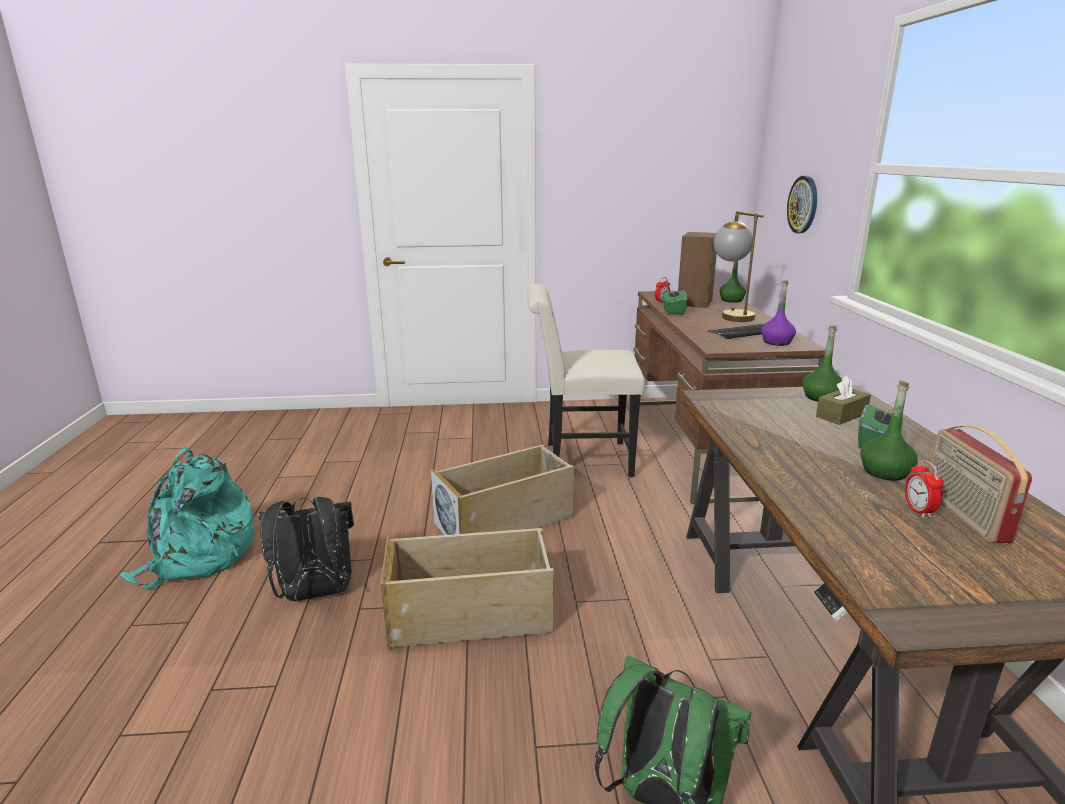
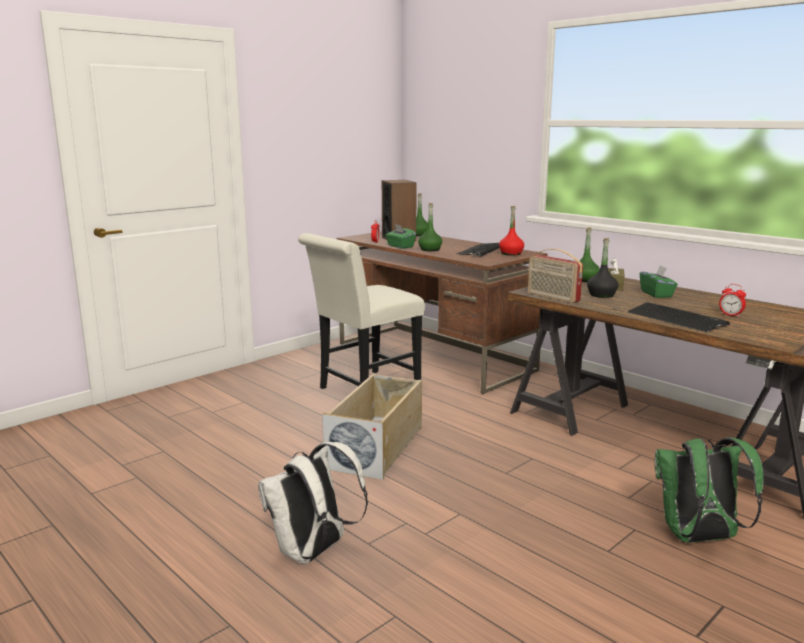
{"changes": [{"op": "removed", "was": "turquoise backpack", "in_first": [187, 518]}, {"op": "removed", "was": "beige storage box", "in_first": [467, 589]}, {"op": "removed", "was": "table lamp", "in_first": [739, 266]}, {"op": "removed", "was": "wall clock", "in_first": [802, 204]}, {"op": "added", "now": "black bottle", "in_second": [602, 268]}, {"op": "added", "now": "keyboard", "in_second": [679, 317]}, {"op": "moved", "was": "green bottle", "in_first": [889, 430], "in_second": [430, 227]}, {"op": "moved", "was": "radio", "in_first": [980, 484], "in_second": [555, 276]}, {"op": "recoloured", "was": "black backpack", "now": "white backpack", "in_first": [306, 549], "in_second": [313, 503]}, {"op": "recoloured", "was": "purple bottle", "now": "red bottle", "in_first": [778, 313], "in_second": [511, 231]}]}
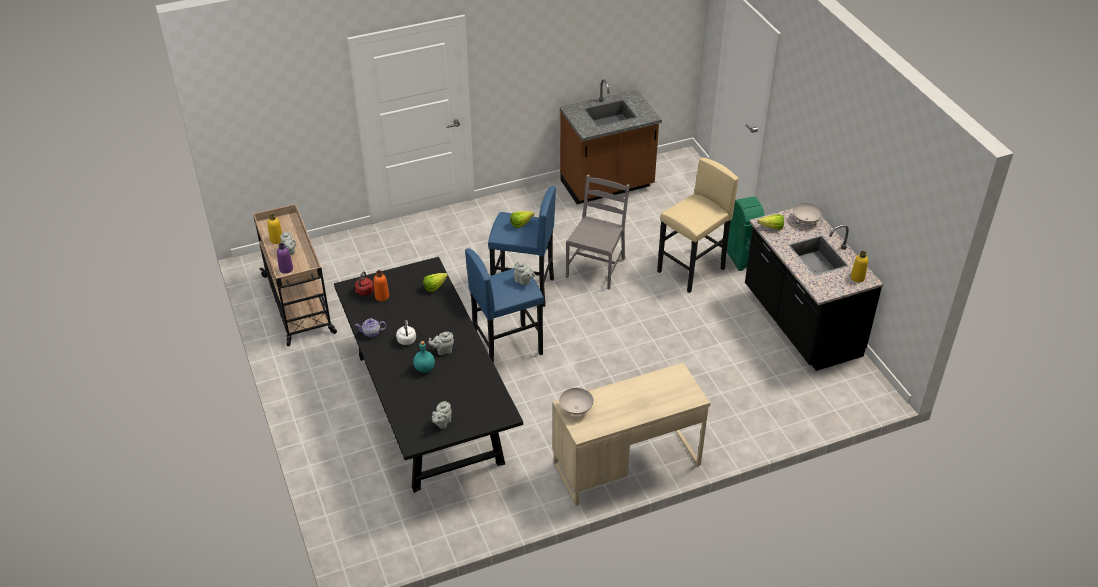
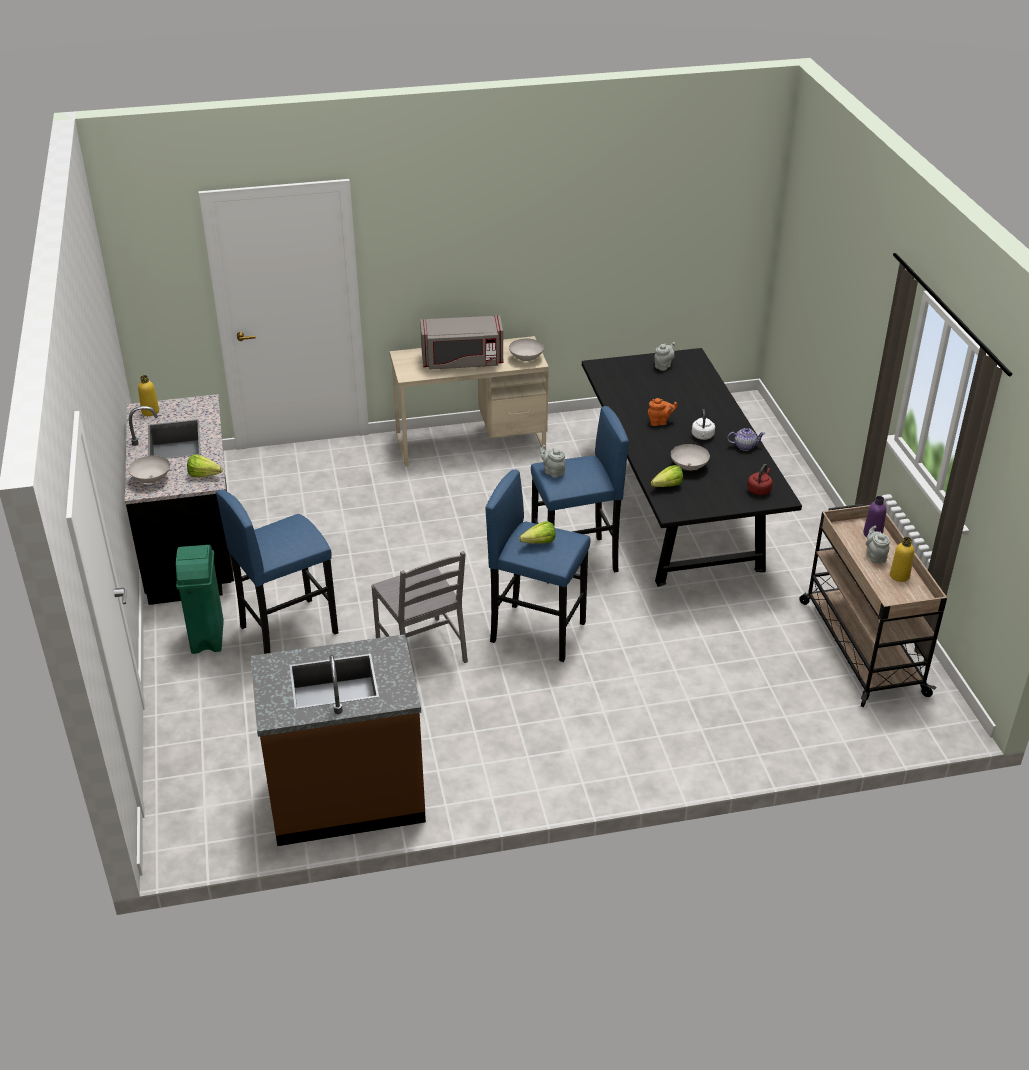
{"changes": [{"op": "removed", "was": "orange bottle", "in_first": [381, 285]}, {"op": "removed", "was": "turquoise bottle", "in_first": [424, 357]}, {"op": "added", "now": "grey microwave", "in_second": [461, 342]}, {"op": "added", "now": "white bowl", "in_second": [690, 457]}, {"op": "recoloured", "was": "grey teapot", "now": "orange teapot", "in_first": [441, 343], "in_second": [663, 412]}, {"op": "recoloured", "was": "beige stool", "now": "blue stool", "in_first": [698, 225], "in_second": [277, 572]}, {"op": "turned", "was": "grey chair", "in_first": [598, 232], "in_second": [419, 607], "clockwise": -60}]}
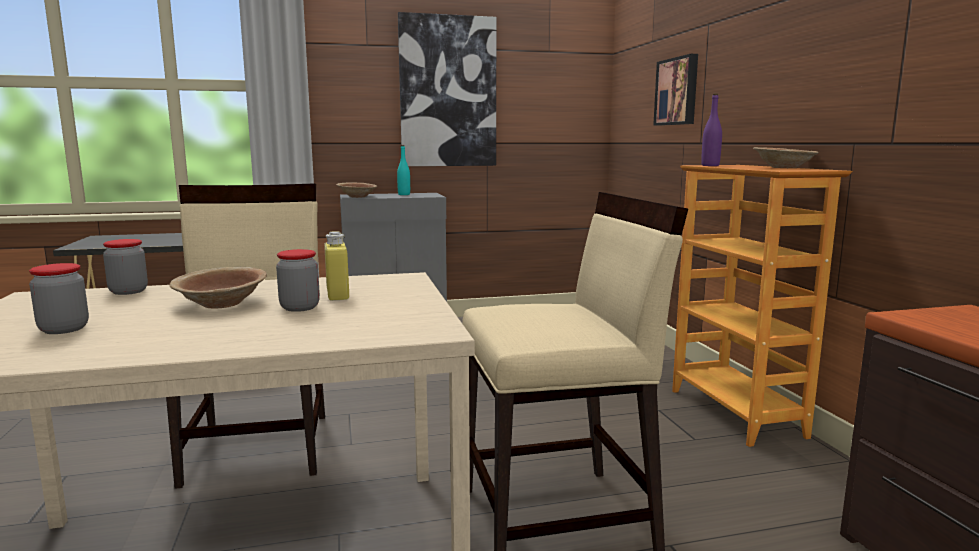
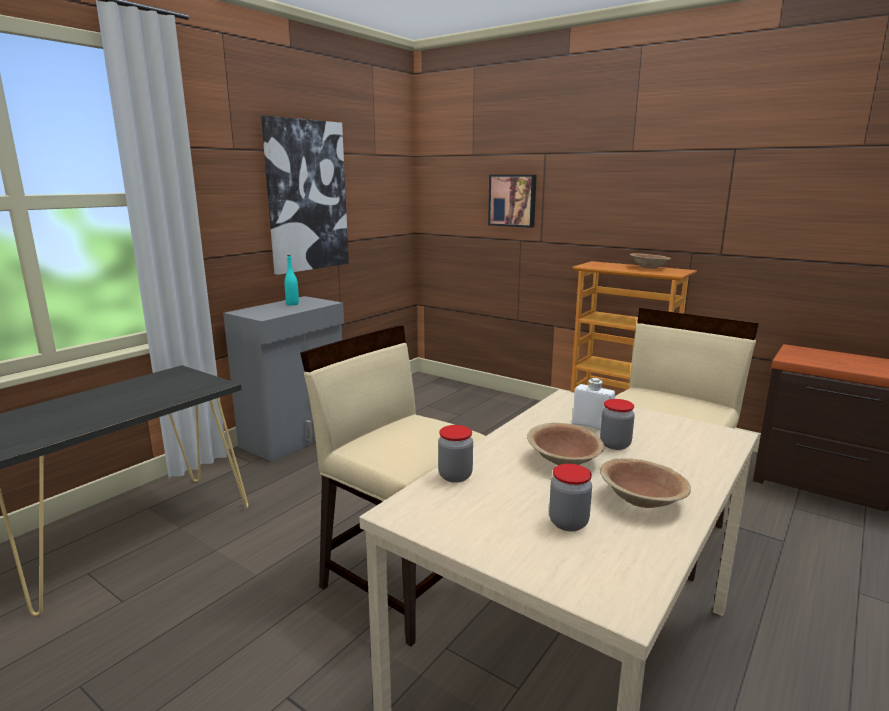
{"changes": [{"op": "removed", "was": "purple bottle", "in_first": [711, 130]}, {"op": "moved", "was": "brown bowl", "in_first": [356, 190], "in_second": [645, 483]}, {"op": "recoloured", "was": "yellow bottle", "now": "white bottle", "in_first": [336, 266], "in_second": [593, 404]}]}
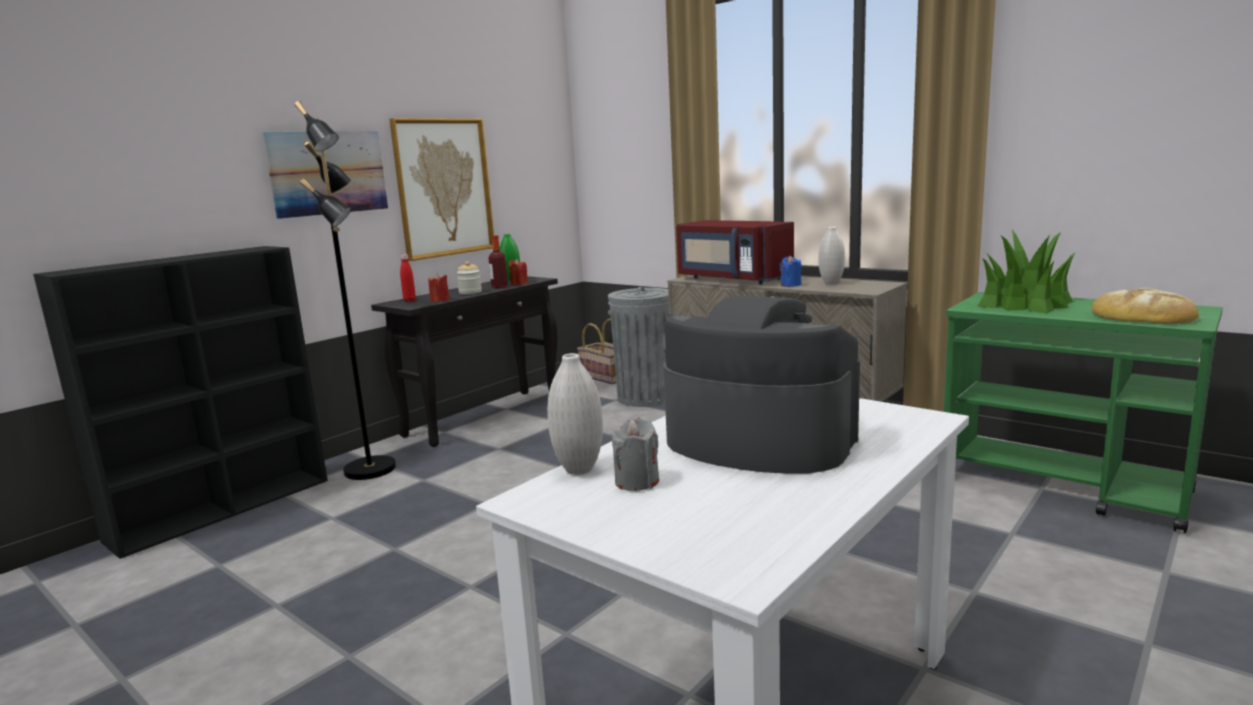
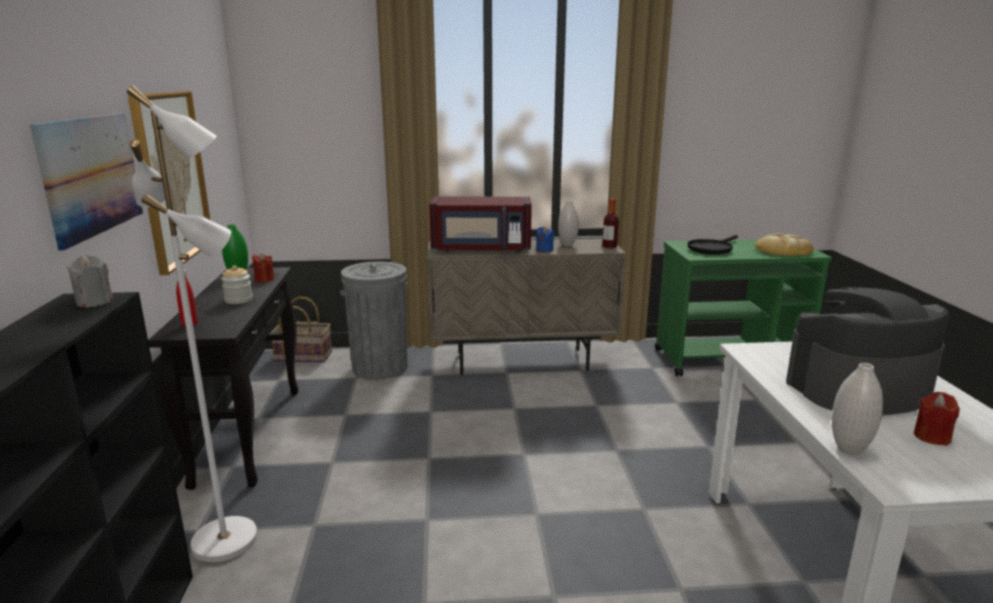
{"changes": [{"op": "moved", "was": "red candle", "in_first": [439, 287], "in_second": [937, 419]}, {"op": "moved", "was": "bottle", "in_first": [498, 261], "in_second": [610, 223]}, {"op": "moved", "was": "grey candle", "in_first": [635, 454], "in_second": [90, 281]}, {"op": "replaced", "was": "potted plant", "now": "black frying pan", "in_first": [1026, 271], "in_second": [713, 245]}, {"op": "recoloured", "was": "black floor lamp", "now": "white floor lamp", "in_first": [345, 290], "in_second": [192, 324]}]}
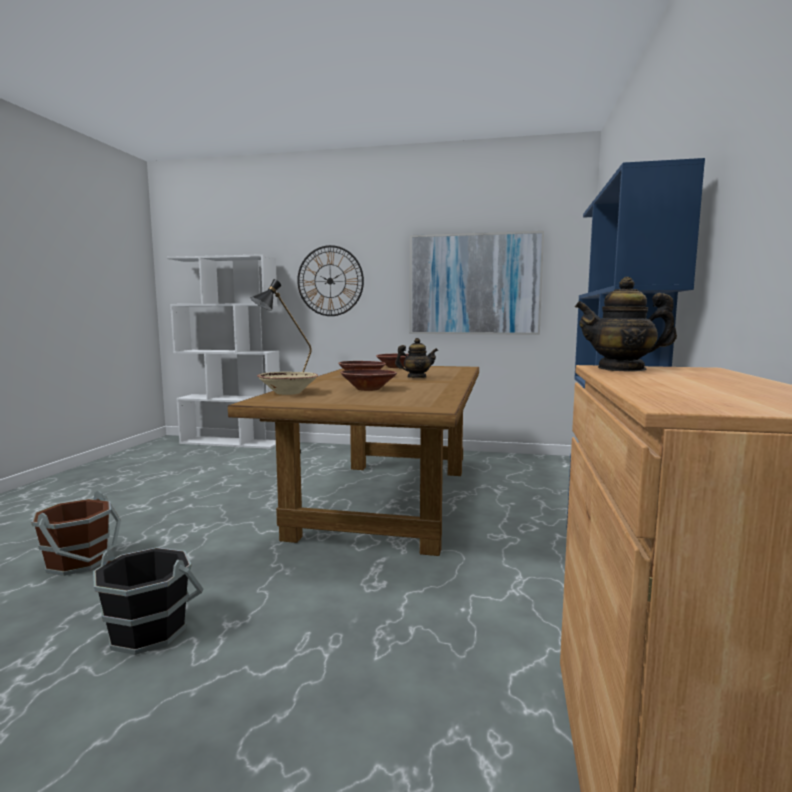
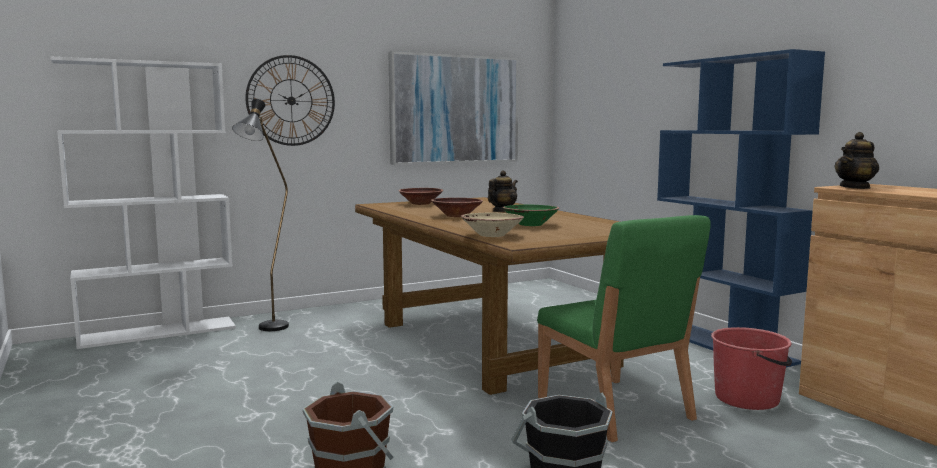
{"changes": [{"op": "added", "now": "green chair", "in_second": [624, 328]}, {"op": "added", "now": "red bucket", "in_second": [751, 368]}, {"op": "recoloured", "was": "brown bowl", "now": "green bowl", "in_first": [368, 380], "in_second": [530, 215]}]}
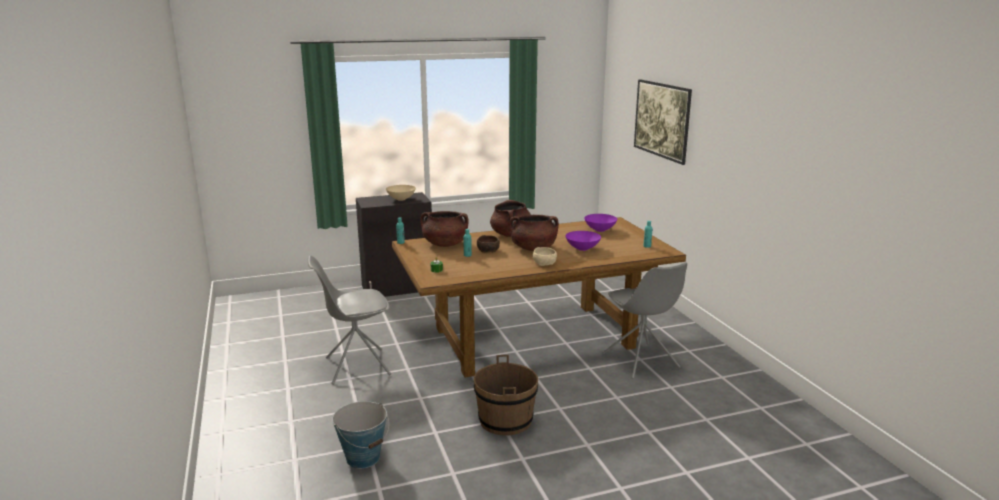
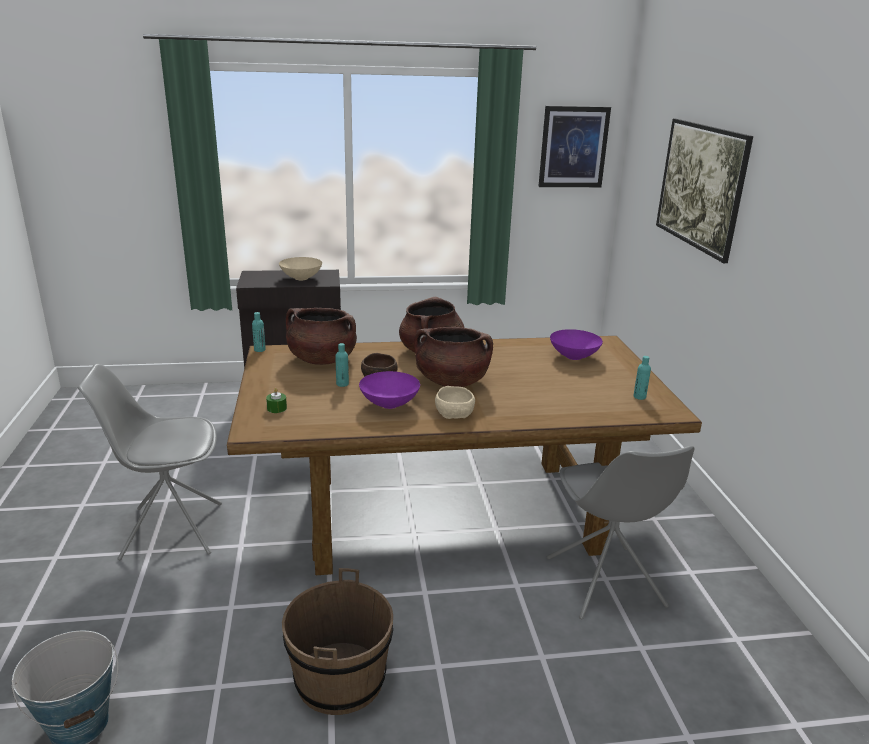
{"changes": [{"op": "added", "now": "picture", "in_second": [574, 146]}, {"op": "moved", "was": "purple bowl", "in_first": [583, 241], "in_second": [389, 390]}]}
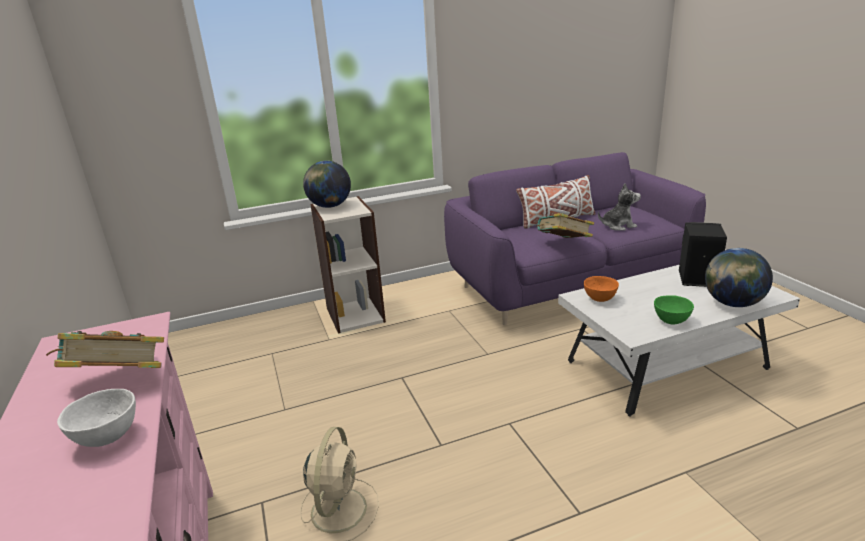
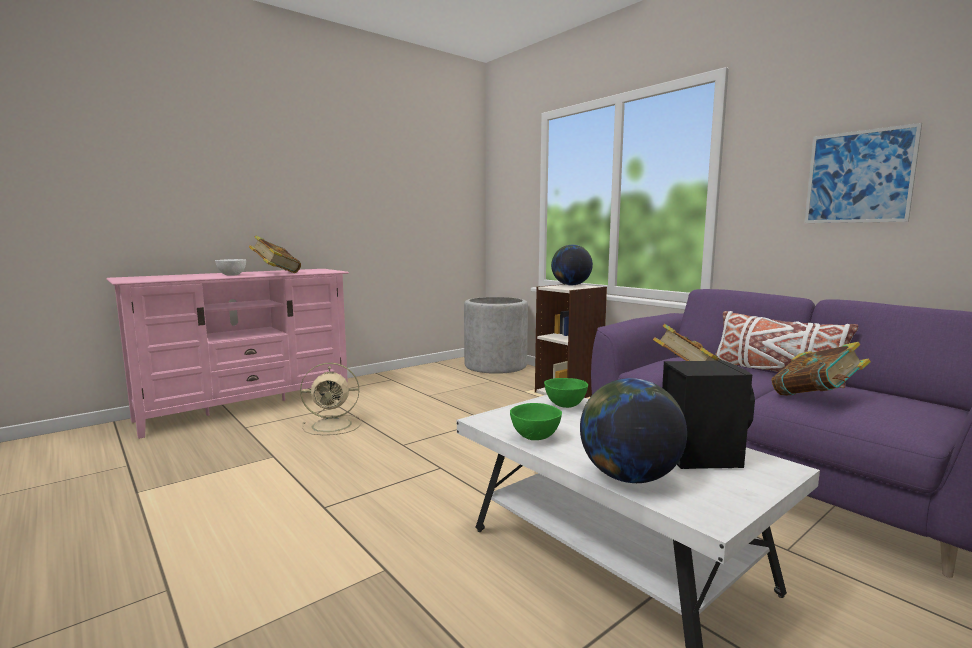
{"changes": [{"op": "added", "now": "grey planter", "in_second": [496, 335]}, {"op": "added", "now": "picture", "in_second": [863, 173]}, {"op": "replaced", "was": "plush toy", "now": "book", "in_first": [619, 207], "in_second": [821, 369]}, {"op": "recoloured", "was": "orange bowl", "now": "green bowl", "in_first": [601, 289], "in_second": [566, 393]}]}
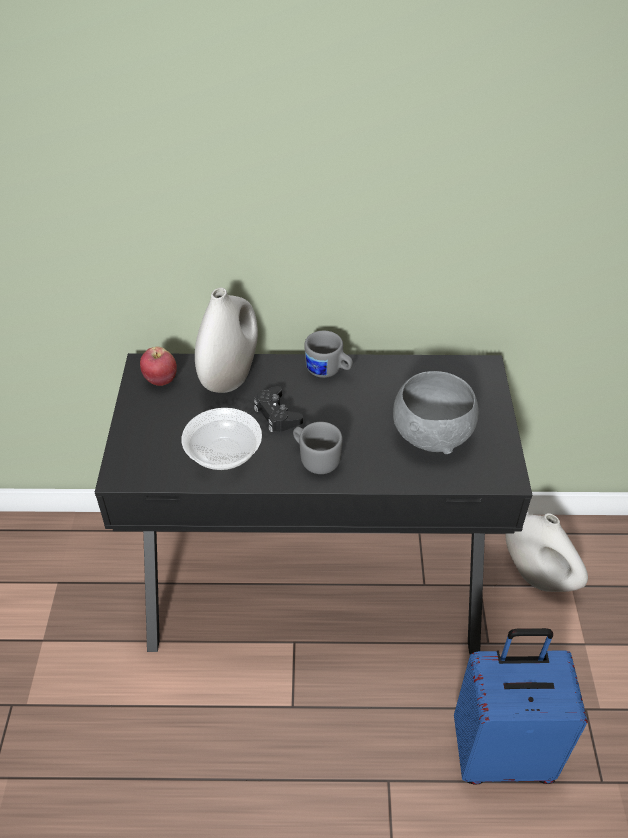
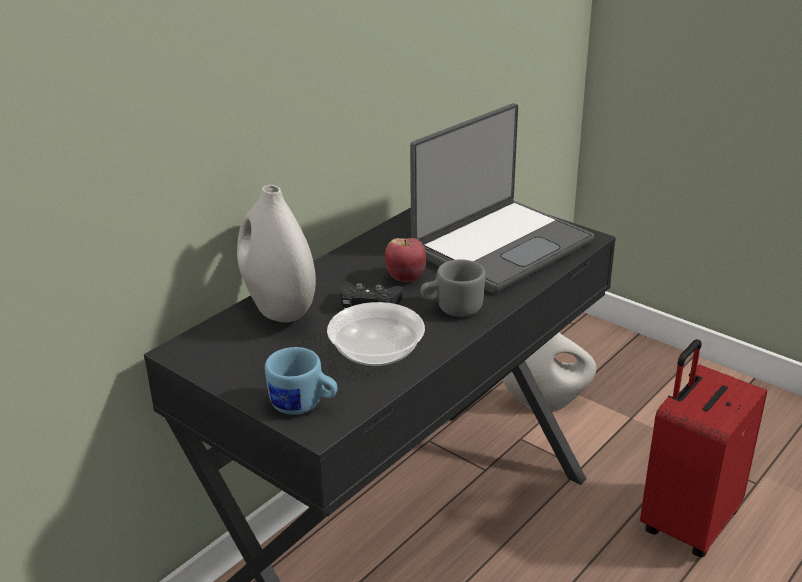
{"changes": [{"op": "removed", "was": "grey mug", "in_first": [328, 354]}, {"op": "added", "now": "blue mug", "in_second": [301, 381]}, {"op": "moved", "was": "apple", "in_first": [158, 366], "in_second": [406, 260]}, {"op": "replaced", "was": "grey bowl", "now": "laptop", "in_first": [436, 412], "in_second": [502, 198]}, {"op": "recoloured", "was": "blue suitcase", "now": "red suitcase", "in_first": [521, 706], "in_second": [703, 448]}]}
